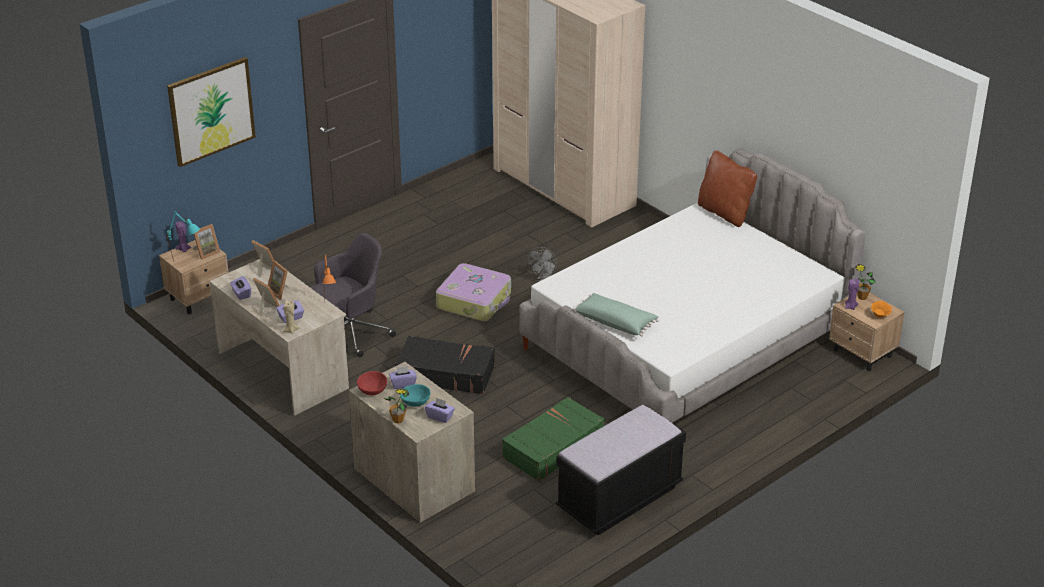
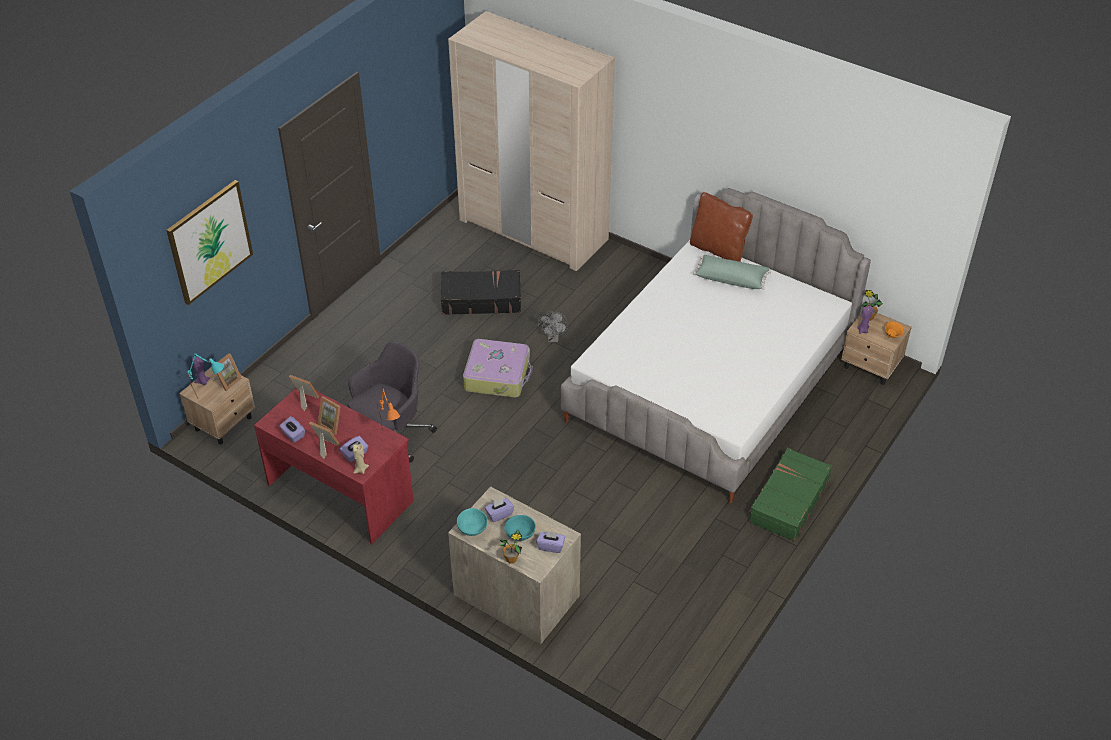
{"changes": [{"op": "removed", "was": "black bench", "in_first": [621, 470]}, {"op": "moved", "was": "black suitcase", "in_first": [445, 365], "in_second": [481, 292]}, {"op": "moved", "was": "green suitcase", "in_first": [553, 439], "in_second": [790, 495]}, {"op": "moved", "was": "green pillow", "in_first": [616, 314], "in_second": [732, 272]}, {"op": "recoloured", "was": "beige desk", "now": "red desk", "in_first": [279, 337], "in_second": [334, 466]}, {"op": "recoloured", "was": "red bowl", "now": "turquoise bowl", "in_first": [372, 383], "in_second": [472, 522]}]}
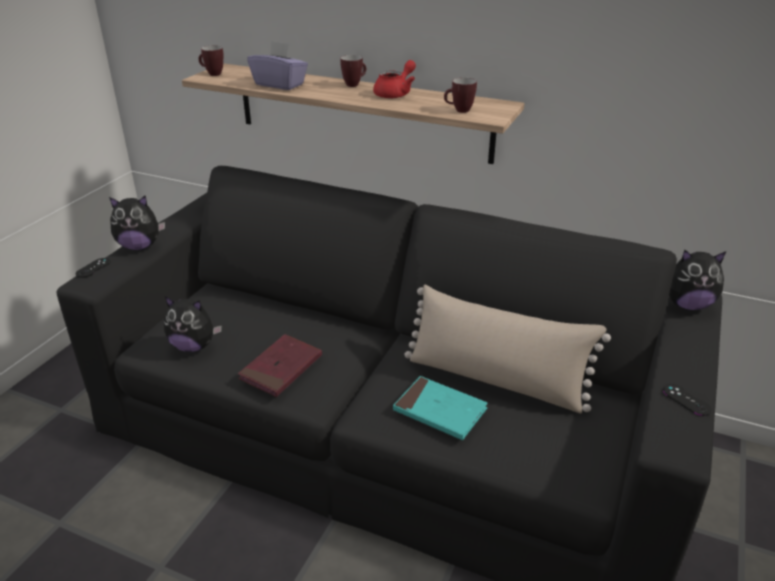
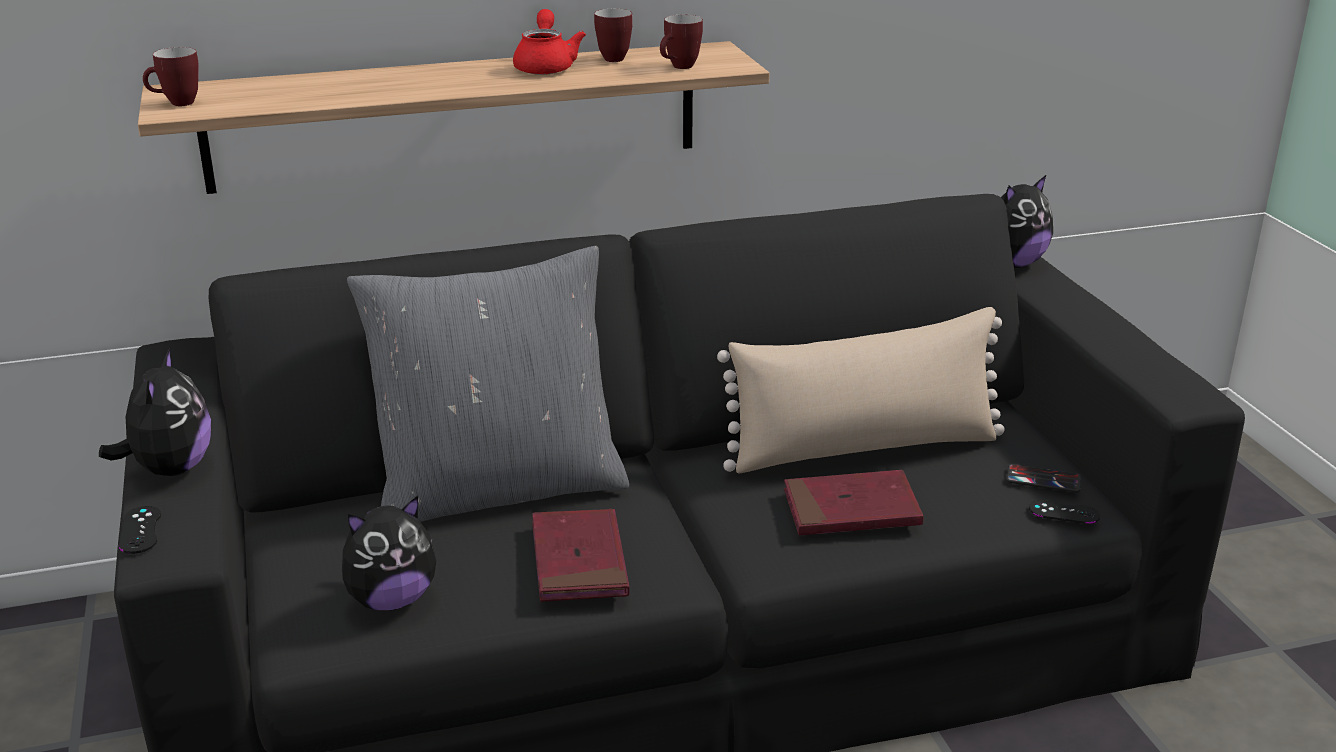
{"changes": [{"op": "removed", "was": "purple tissue box", "in_first": [277, 65]}, {"op": "added", "now": "grey pillow", "in_second": [488, 384]}, {"op": "added", "now": "phone", "in_second": [1043, 478]}, {"op": "moved", "was": "mug", "in_first": [353, 71], "in_second": [613, 35]}, {"op": "moved", "was": "black game controller", "in_first": [687, 400], "in_second": [1064, 512]}, {"op": "recoloured", "was": "turquoise book", "now": "red book", "in_first": [440, 408], "in_second": [854, 502]}, {"op": "turned", "was": "plush toy", "in_first": [137, 223], "in_second": [155, 412], "clockwise": -45}]}
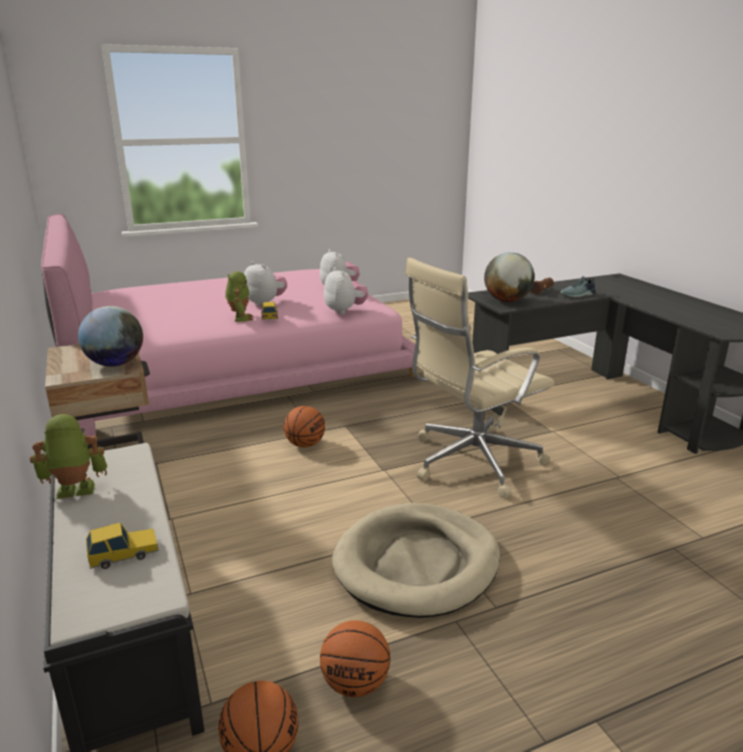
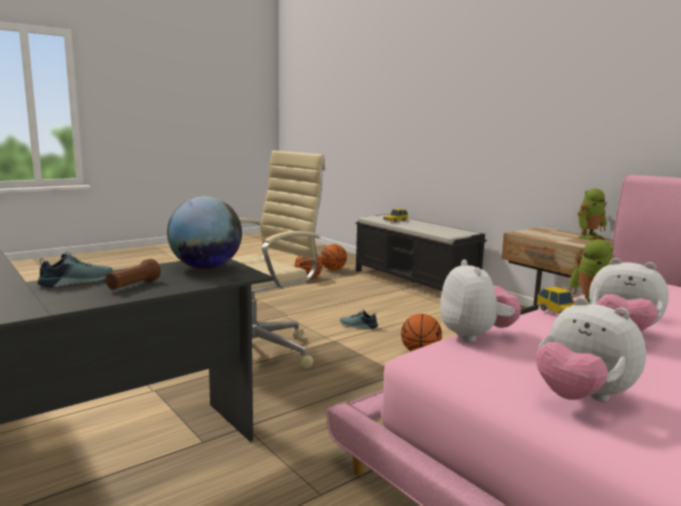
{"changes": [{"op": "removed", "was": "globe", "in_first": [110, 336]}, {"op": "removed", "was": "beige dog bed", "in_first": [416, 560]}, {"op": "added", "now": "shoe", "in_second": [359, 319]}, {"op": "moved", "was": "toy robot", "in_first": [68, 456], "in_second": [592, 214]}, {"op": "turned", "was": "plush toy", "in_first": [346, 290], "in_second": [480, 300], "clockwise": -150}]}
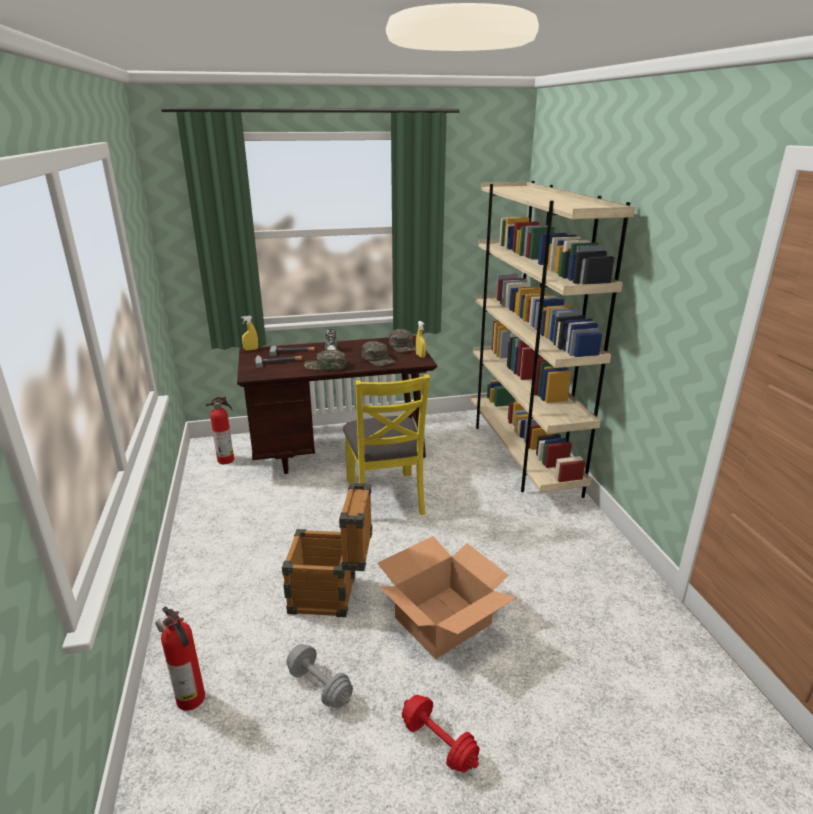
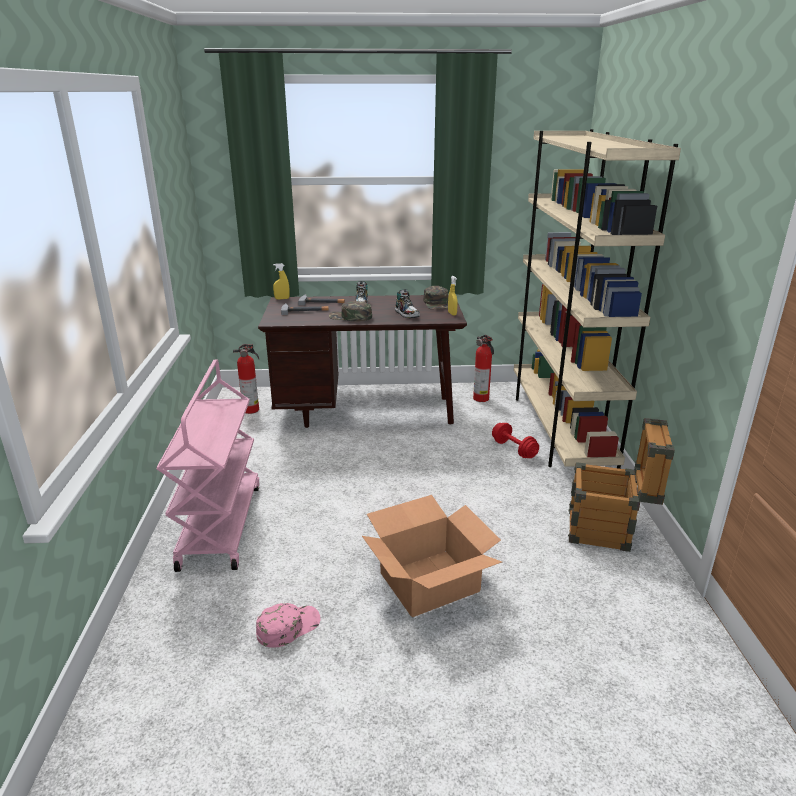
{"changes": [{"op": "removed", "was": "yellow chair", "in_first": [386, 444]}, {"op": "added", "now": "pink cart", "in_second": [208, 466]}, {"op": "moved", "was": "fire extinguisher", "in_first": [180, 659], "in_second": [483, 368]}, {"op": "moved", "was": "crate", "in_first": [327, 550], "in_second": [621, 485]}, {"op": "moved", "was": "red dumbbell", "in_first": [440, 734], "in_second": [515, 440]}, {"op": "replaced", "was": "grey dumbbell", "now": "pink cap", "in_first": [319, 676], "in_second": [288, 625]}, {"op": "replaced", "was": "green cap", "now": "shoe", "in_first": [378, 353], "in_second": [407, 303]}]}
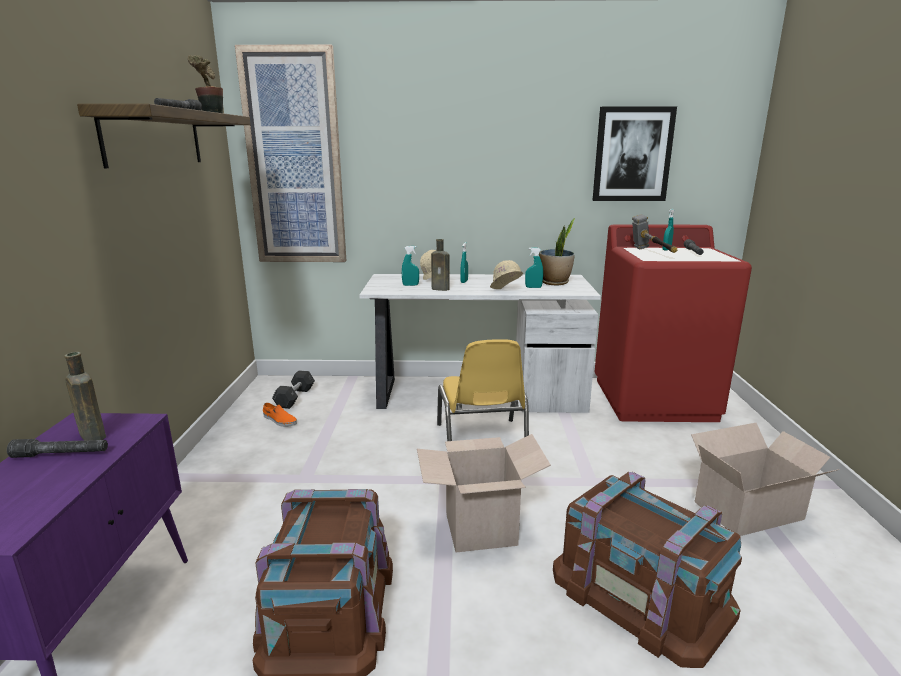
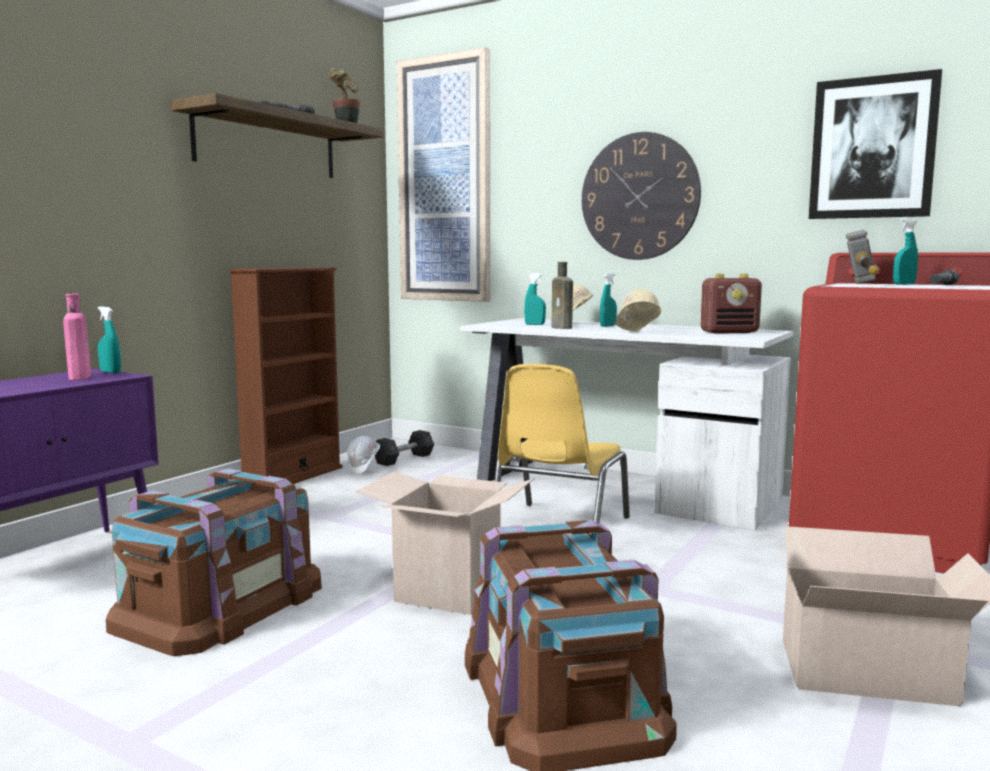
{"changes": [{"op": "removed", "was": "grey flashlight", "in_first": [57, 448]}, {"op": "added", "now": "brown bookcase", "in_second": [286, 375]}, {"op": "added", "now": "wall clock", "in_second": [641, 196]}, {"op": "moved", "was": "turquoise spray bottle", "in_first": [534, 267], "in_second": [109, 339]}, {"op": "replaced", "was": "orange shoe", "now": "white hard hat", "in_first": [280, 415], "in_second": [363, 455]}, {"op": "replaced", "was": "potted plant", "now": "radio", "in_first": [557, 251], "in_second": [731, 304]}, {"op": "recoloured", "was": "brown bottle", "now": "pink bottle", "in_first": [85, 396], "in_second": [77, 336]}]}
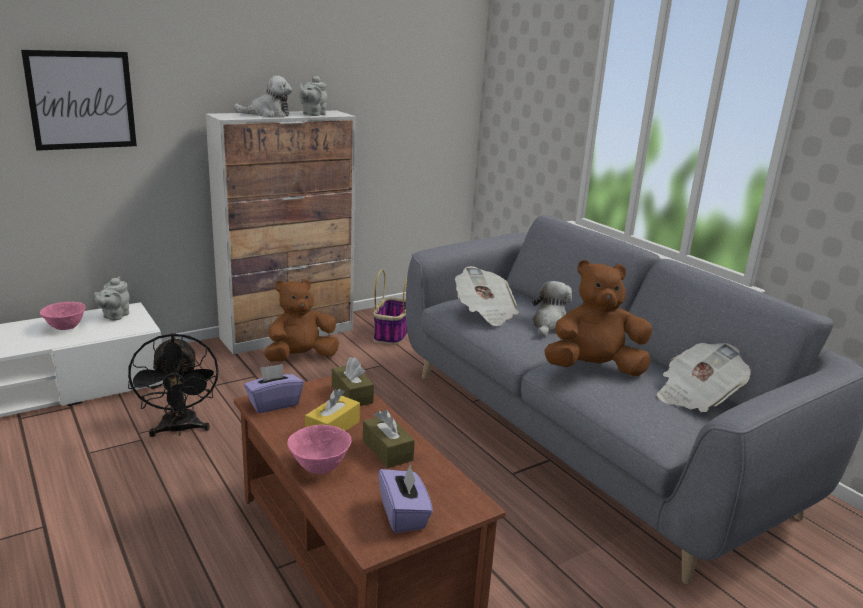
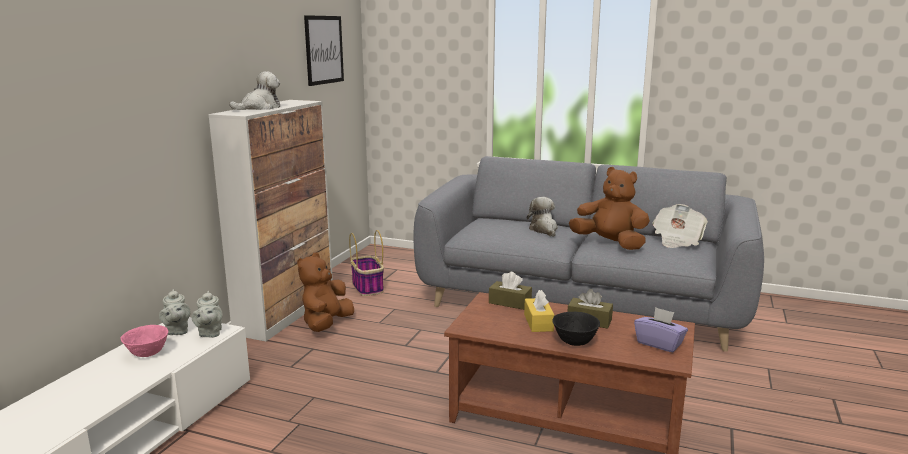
{"changes": [{"op": "removed", "was": "black fan", "in_first": [173, 385]}, {"op": "removed", "was": "purple tissue box", "in_first": [274, 388]}, {"op": "removed", "was": "newspaper", "in_first": [487, 296]}, {"op": "moved", "was": "picture", "in_first": [79, 100], "in_second": [324, 50]}, {"op": "moved", "was": "grey teapot", "in_first": [313, 96], "in_second": [207, 314]}, {"op": "recoloured", "was": "pink bowl", "now": "black bowl", "in_first": [319, 449], "in_second": [576, 329]}, {"op": "turned", "was": "brown plush toy", "in_first": [598, 318], "in_second": [609, 208], "clockwise": 75}]}
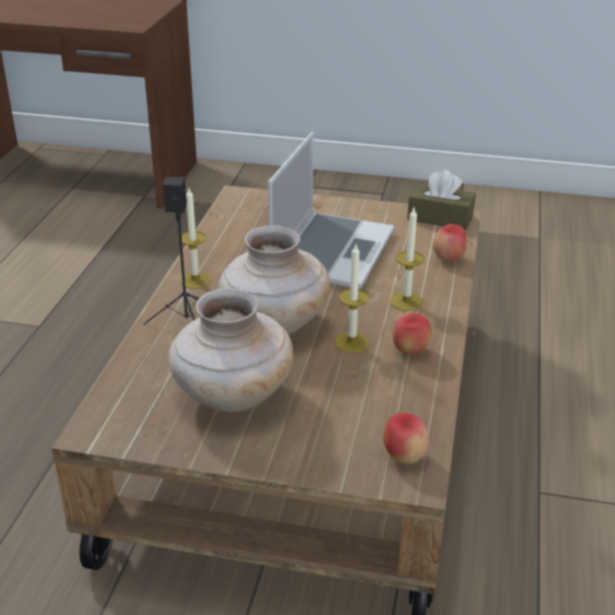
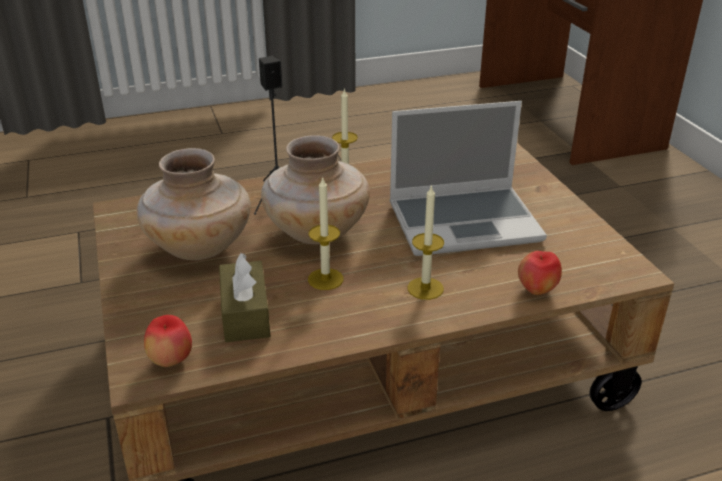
{"changes": [{"op": "removed", "was": "apple", "in_first": [412, 334]}, {"op": "moved", "was": "brown tissue box", "in_first": [441, 200], "in_second": [244, 297]}]}
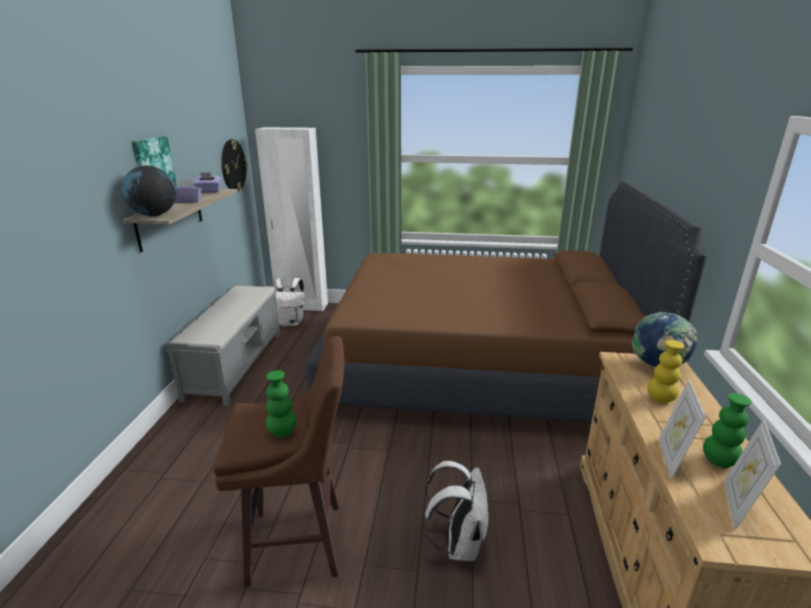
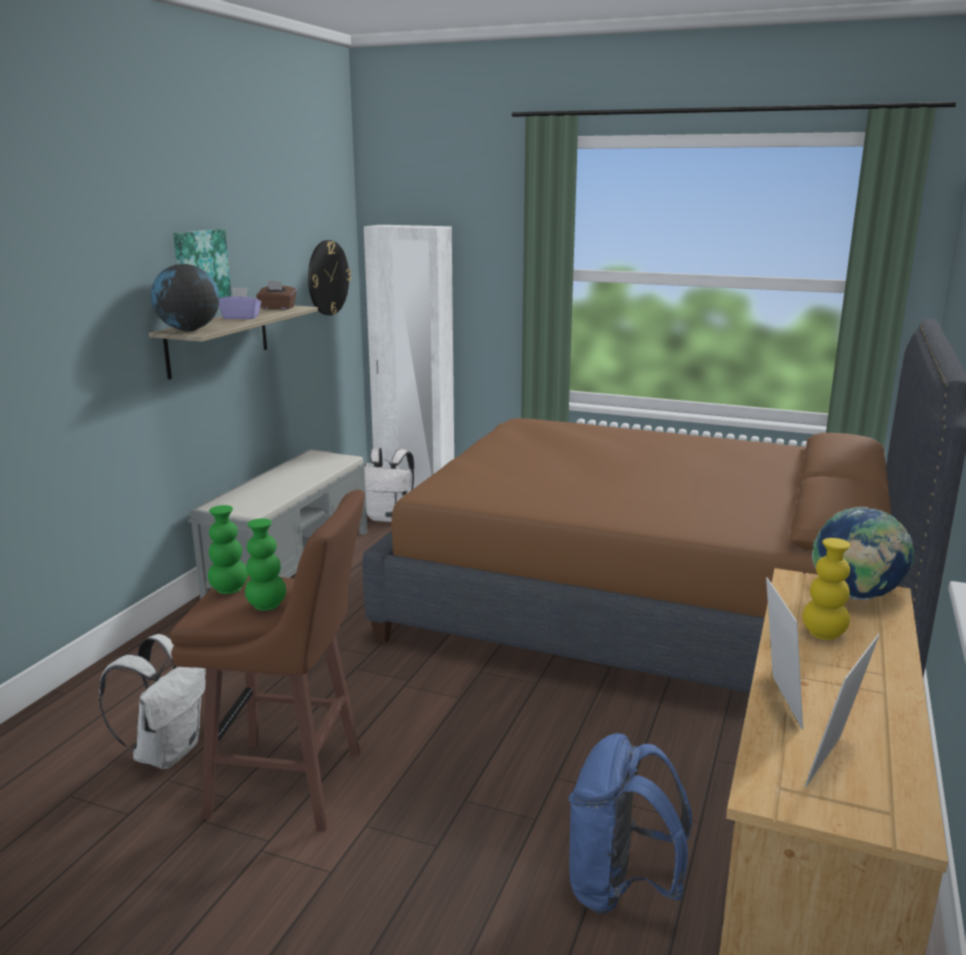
{"changes": [{"op": "added", "now": "blue backpack", "in_second": [630, 824]}, {"op": "moved", "was": "white backpack", "in_first": [456, 511], "in_second": [152, 701]}, {"op": "moved", "was": "green vase", "in_first": [727, 430], "in_second": [228, 549]}, {"op": "recoloured", "was": "purple tissue box", "now": "brown tissue box", "in_first": [207, 182], "in_second": [276, 295]}, {"op": "turned", "was": "picture frame", "in_first": [682, 430], "in_second": [784, 653], "clockwise": 150}]}
